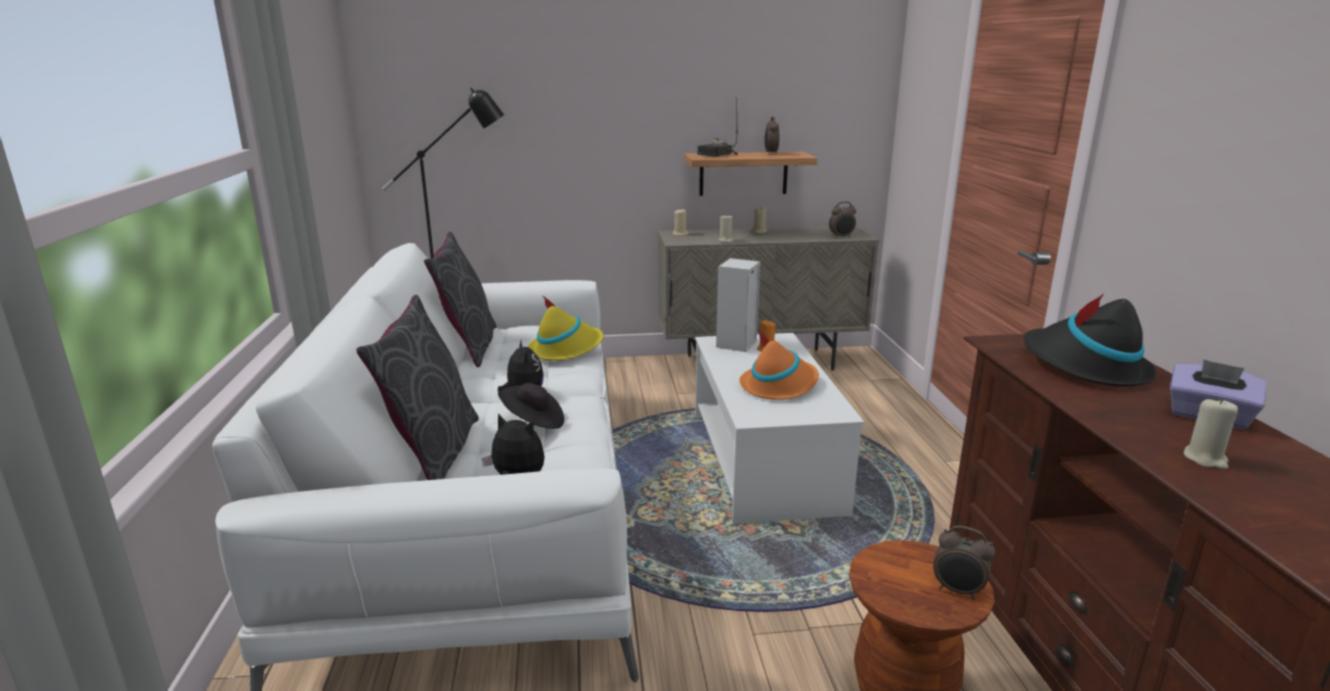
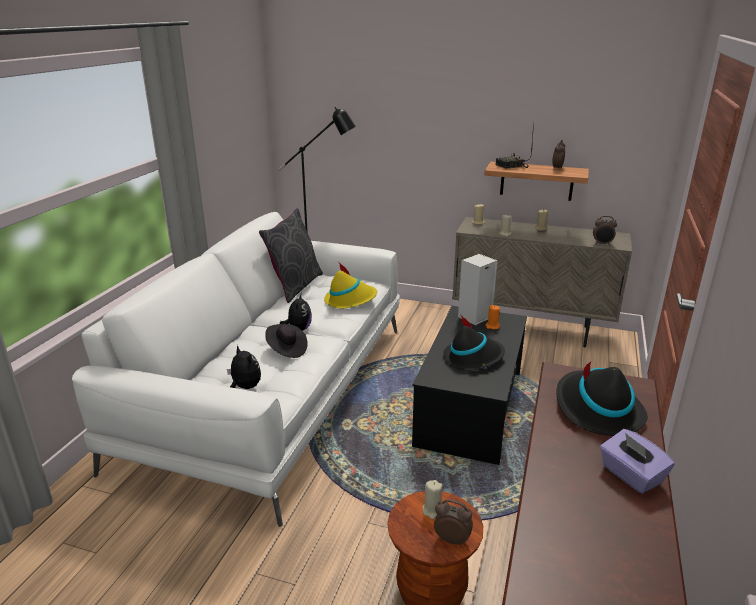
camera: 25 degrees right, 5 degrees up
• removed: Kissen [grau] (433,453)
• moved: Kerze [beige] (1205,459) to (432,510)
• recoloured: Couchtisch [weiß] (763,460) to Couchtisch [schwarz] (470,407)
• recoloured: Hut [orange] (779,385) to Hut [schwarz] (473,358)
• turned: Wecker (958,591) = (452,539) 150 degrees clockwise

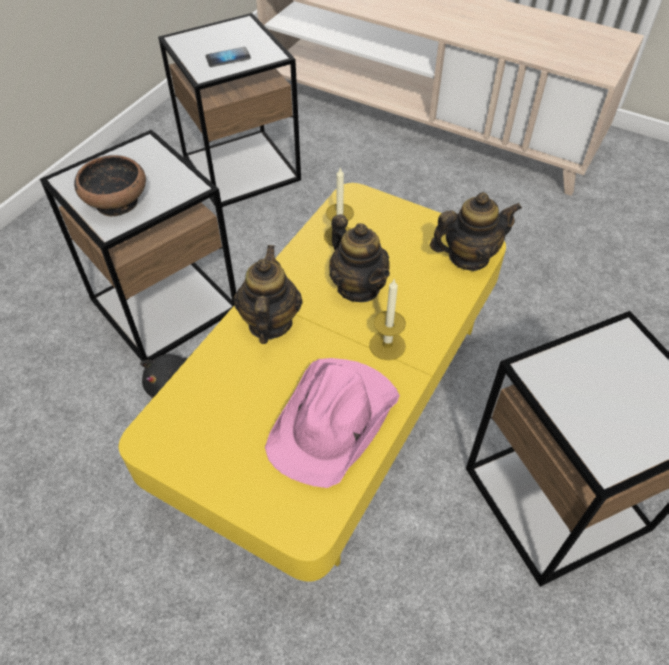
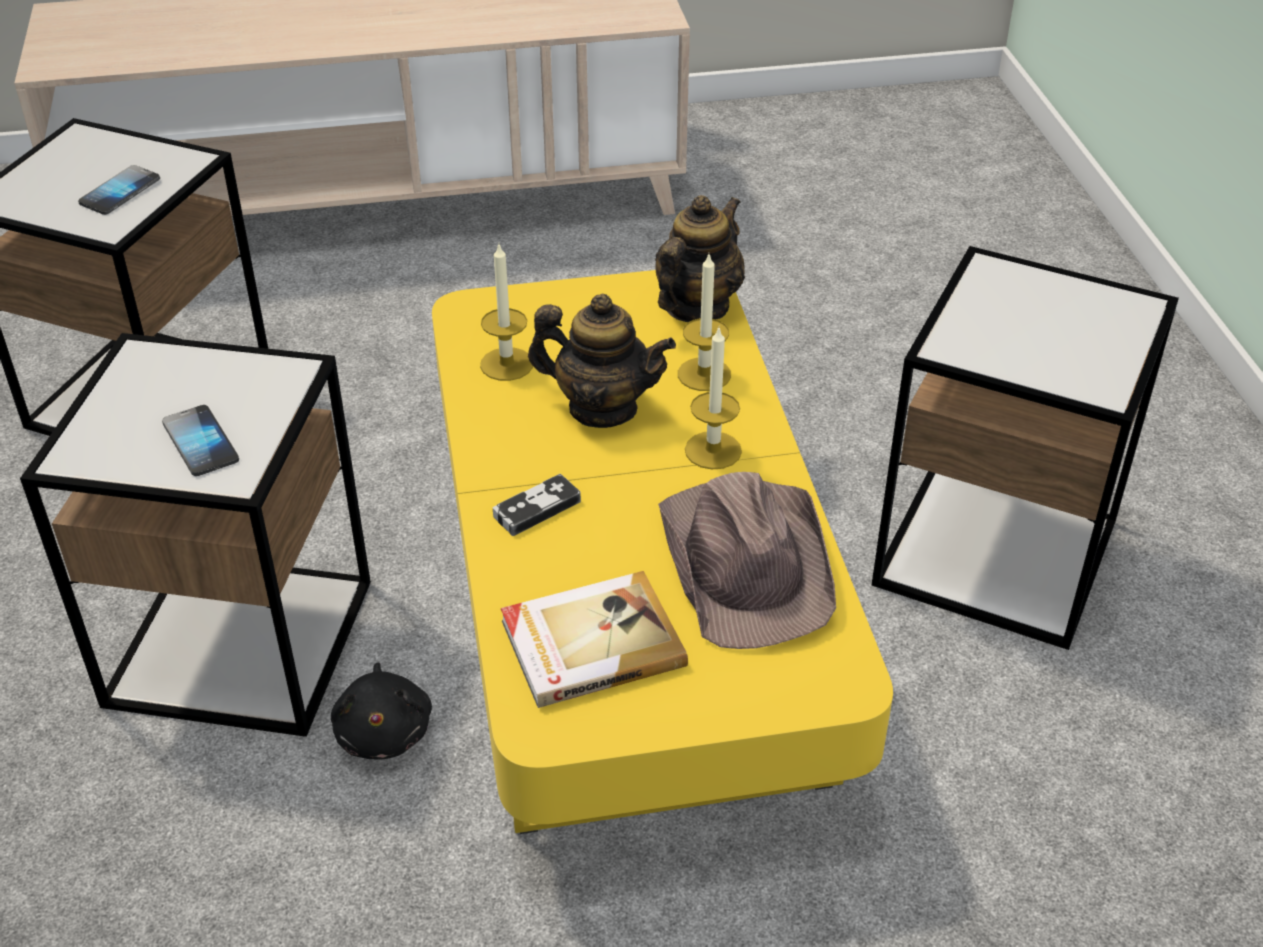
camera: 40 degrees left, 10 degrees down
• added: Buch (590,643)
• added: Kerze (704,374)
• replaced: Schüssel (117,202) to Handy (201,442)
• replaced: Teekanne (269,323) to Gamepad (537,509)
• recoloured: Hut [rosa] (334,421) to Hut [braun] (747,562)

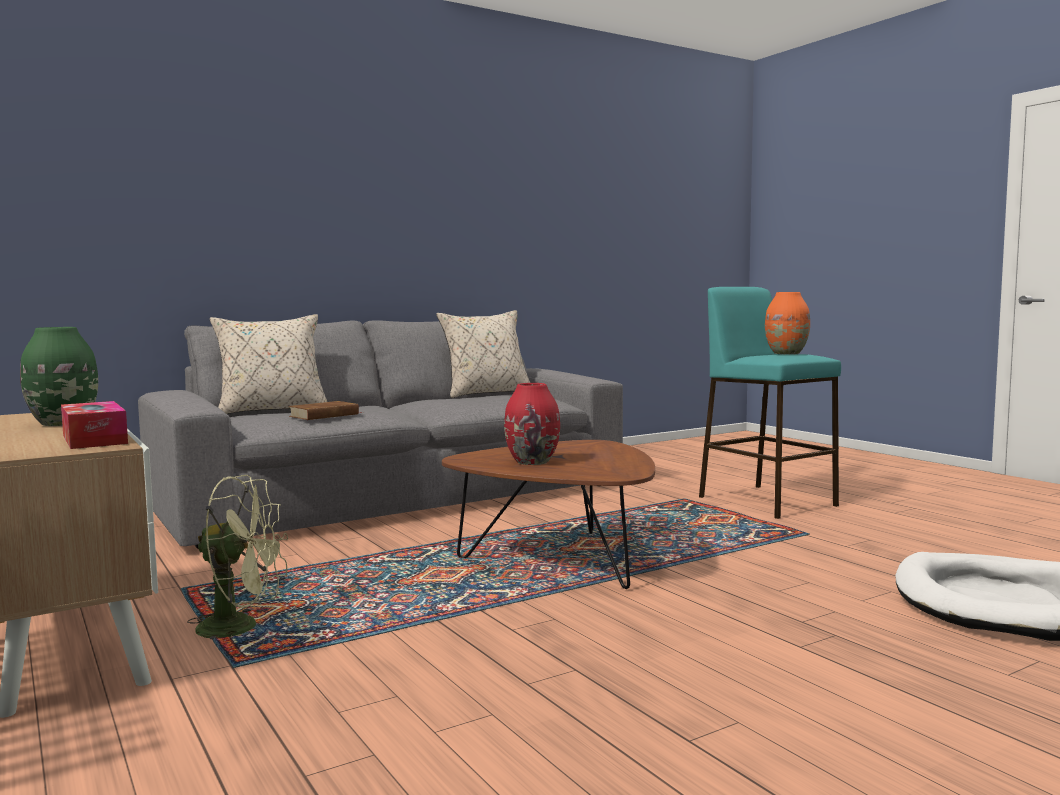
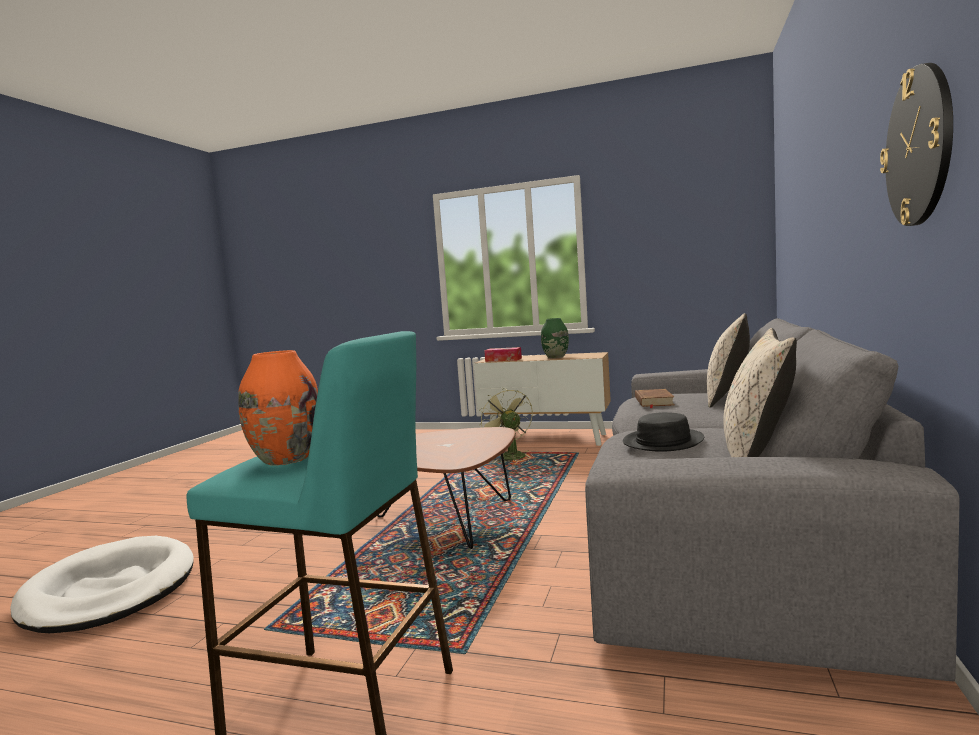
camera: 140 degrees right, 0 degrees up
• removed: Vase [rot] (532,462)
• added: Hut [schwarz] (663,441)
• added: Wanduhr (919,147)
• turned: Ventilator [grün] (241,627) = (509,455) 105 degrees clockwise

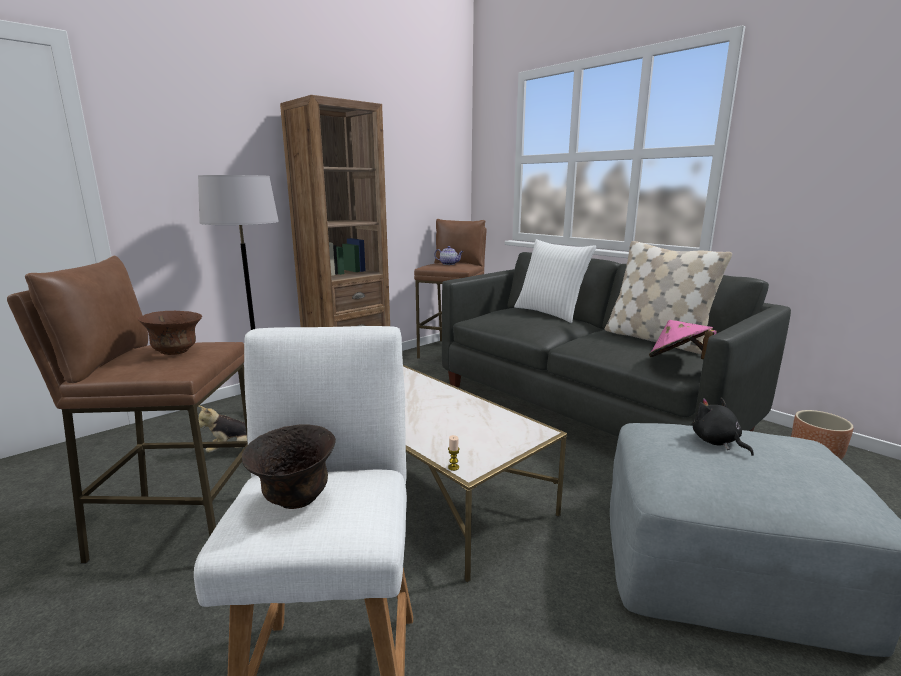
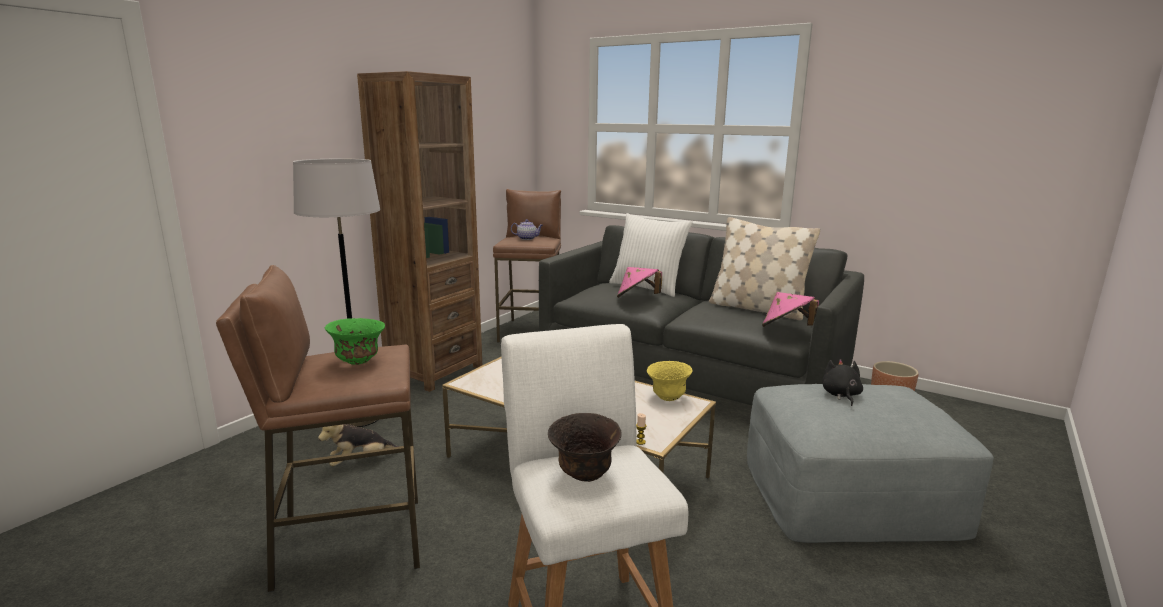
camera: 15 degrees left, 0 degrees up
• added: Hut [rosa] (637,298)
• added: Schüssel [gelb] (668,397)
• recoloured: Schüssel [braun] (176,352) to Schüssel [grün] (358,361)
• turned: Plüschtier [schwarz] (717,442) = (840,395) 45 degrees clockwise

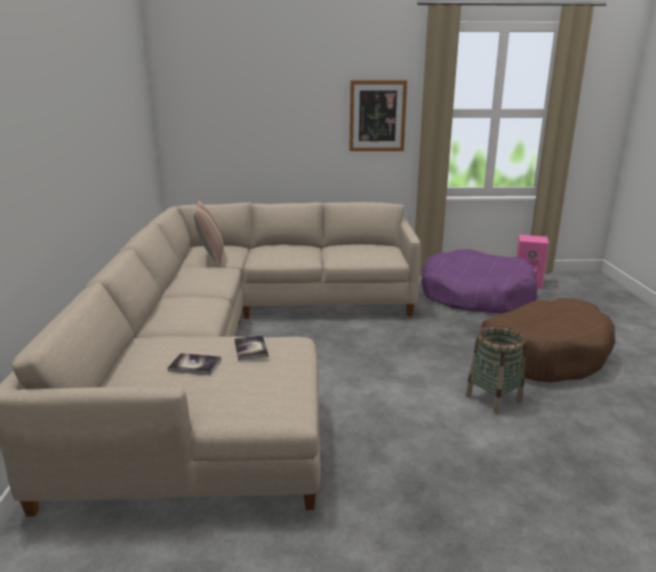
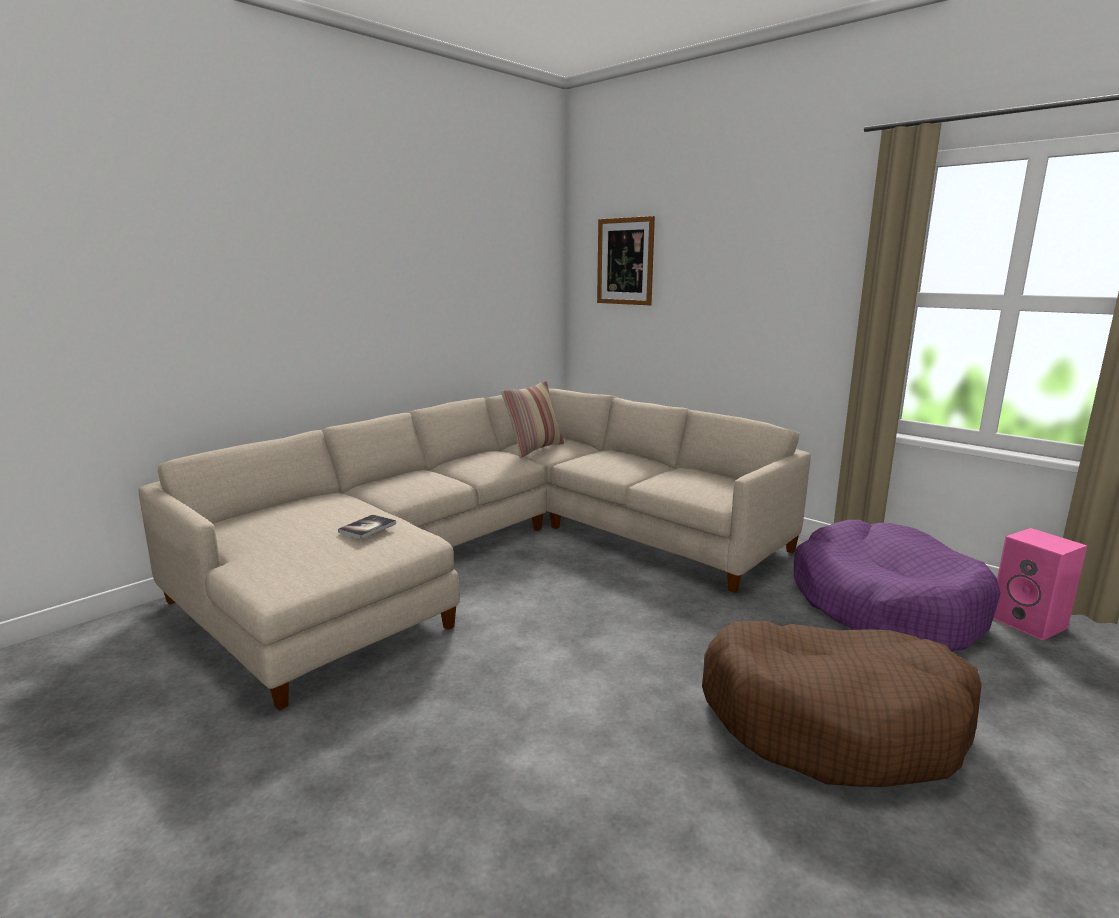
camera: 45 degrees right, 5 degrees down
• removed: Buch (195,365)
• removed: Korb (493,398)
• moved: Bild (377,116) to (625,261)

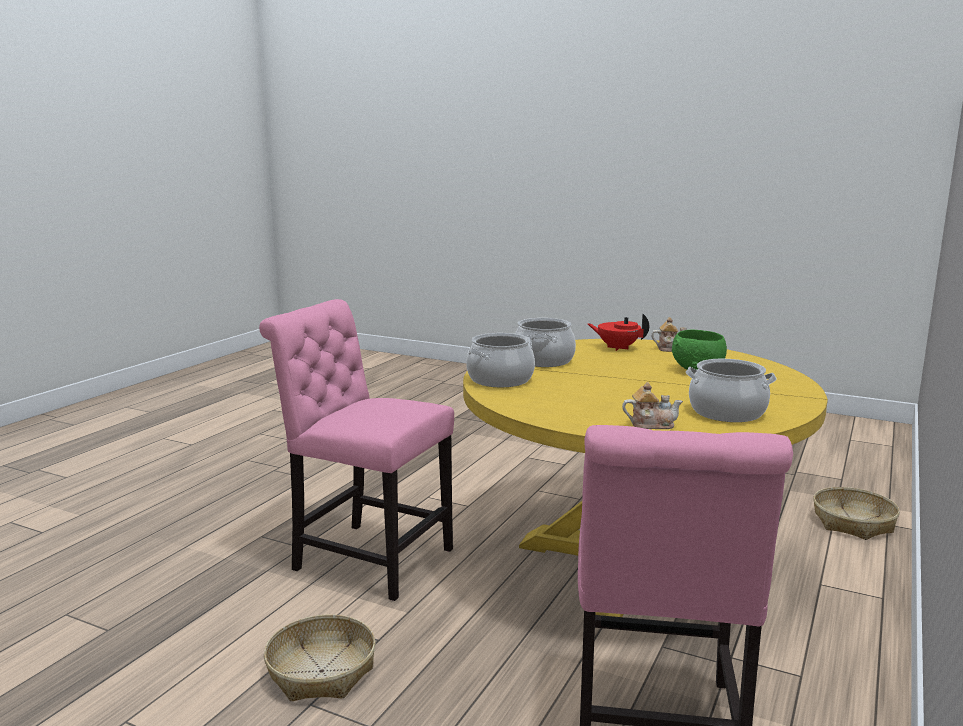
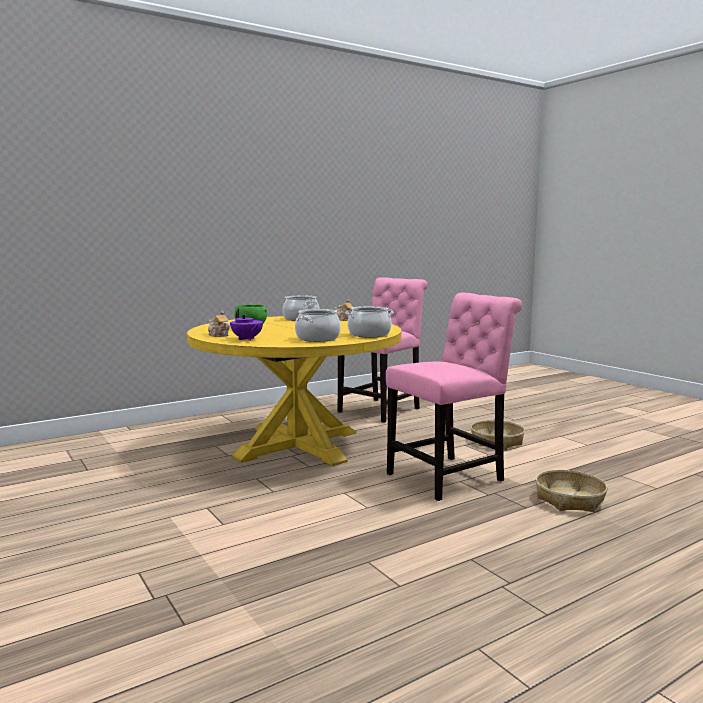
camera: 150 degrees left, 5 degrees down
• moved: Korb (852,523) to (570,500)
• recoloured: Teekanne [rot] (617,348) to Teekanne [lila] (247,339)
• turned: Stuhl [rosa] (366,558) = (450,476) 90 degrees counterclockwise

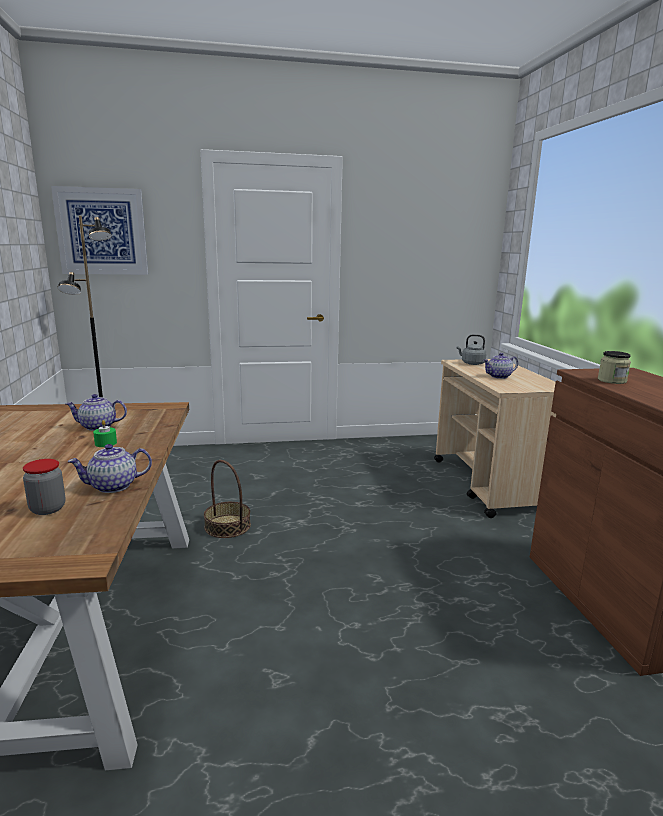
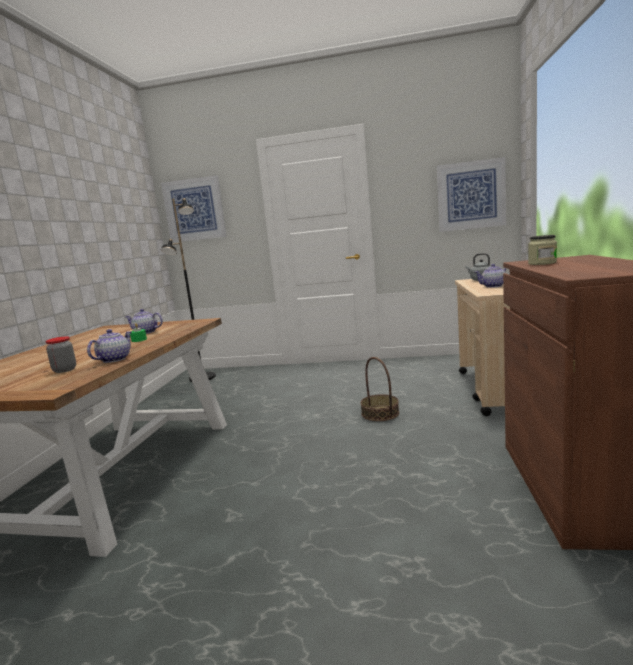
camera: 20 degrees right, 5 degrees down
• added: Bild (471,195)
• moved: Korb (228,526) to (380,413)
• turned: Teekanne (113,486) = (114,359) 120 degrees clockwise

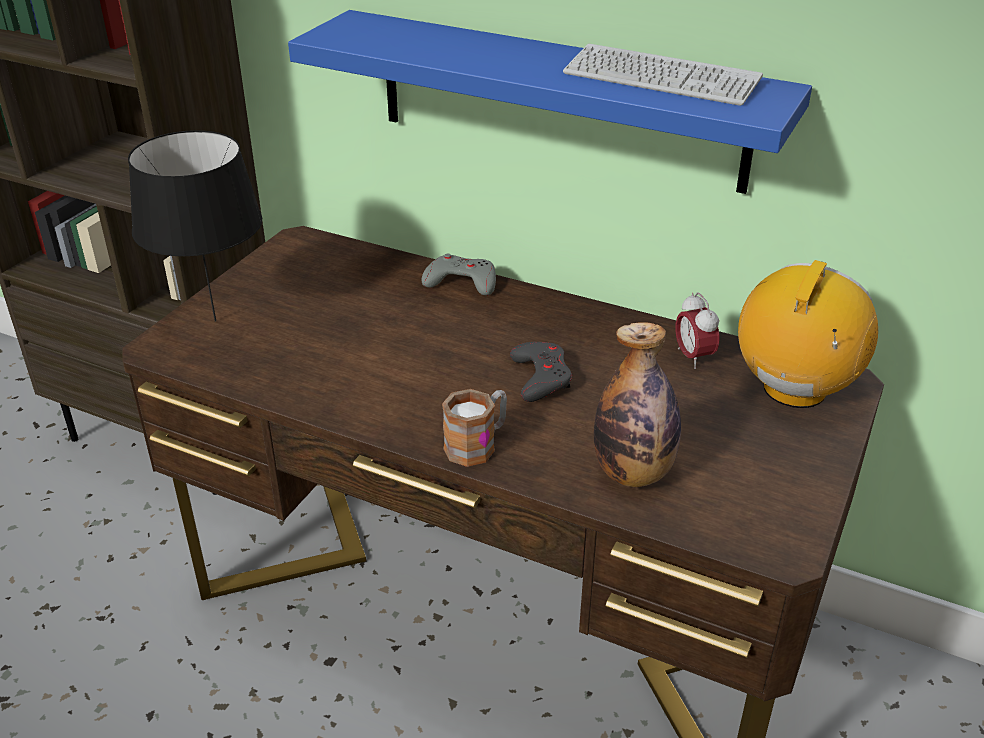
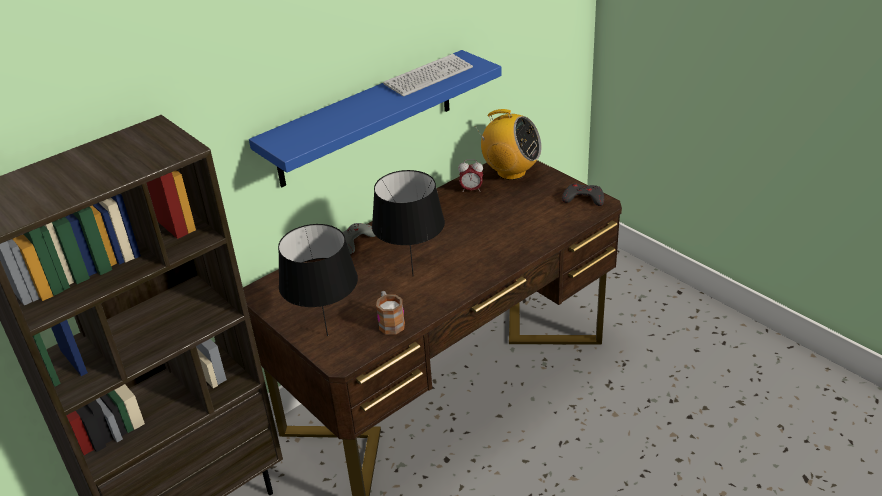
camera: 65 degrees left, 0 degrees up
• removed: Flasche (633,473)
• added: Tischlampe [schwarz] (412,276)
• moved: Henkelbecher (477,444) to (390,322)
• moved: Gamepad [grau] (541,377) to (583,198)
• turned: Radio (794,390) = (510,172) 150 degrees clockwise

